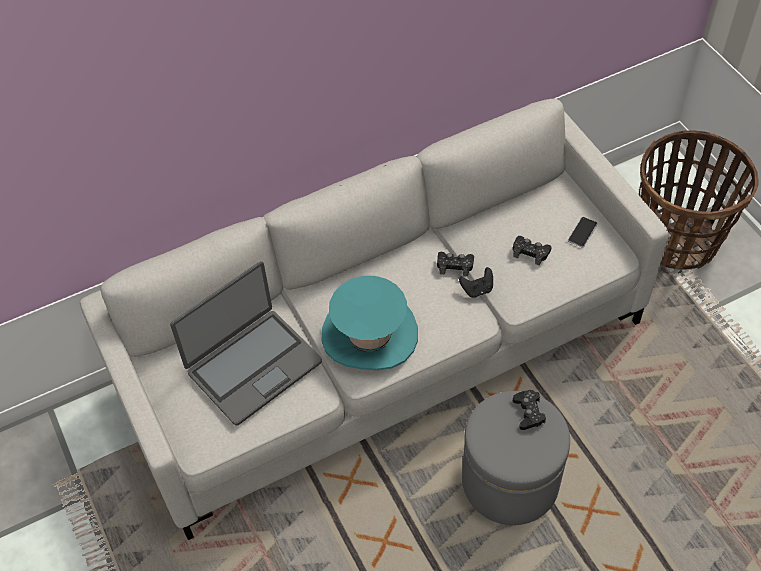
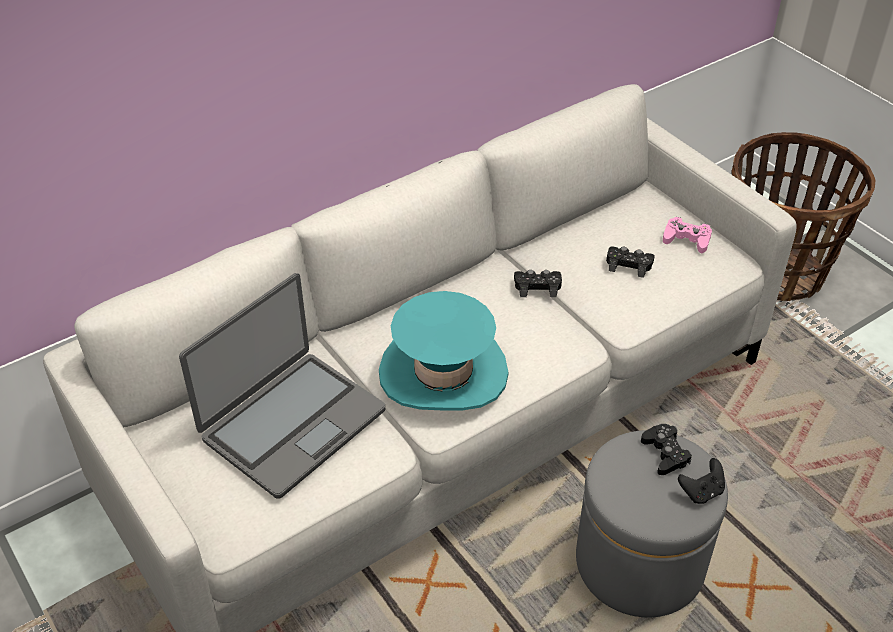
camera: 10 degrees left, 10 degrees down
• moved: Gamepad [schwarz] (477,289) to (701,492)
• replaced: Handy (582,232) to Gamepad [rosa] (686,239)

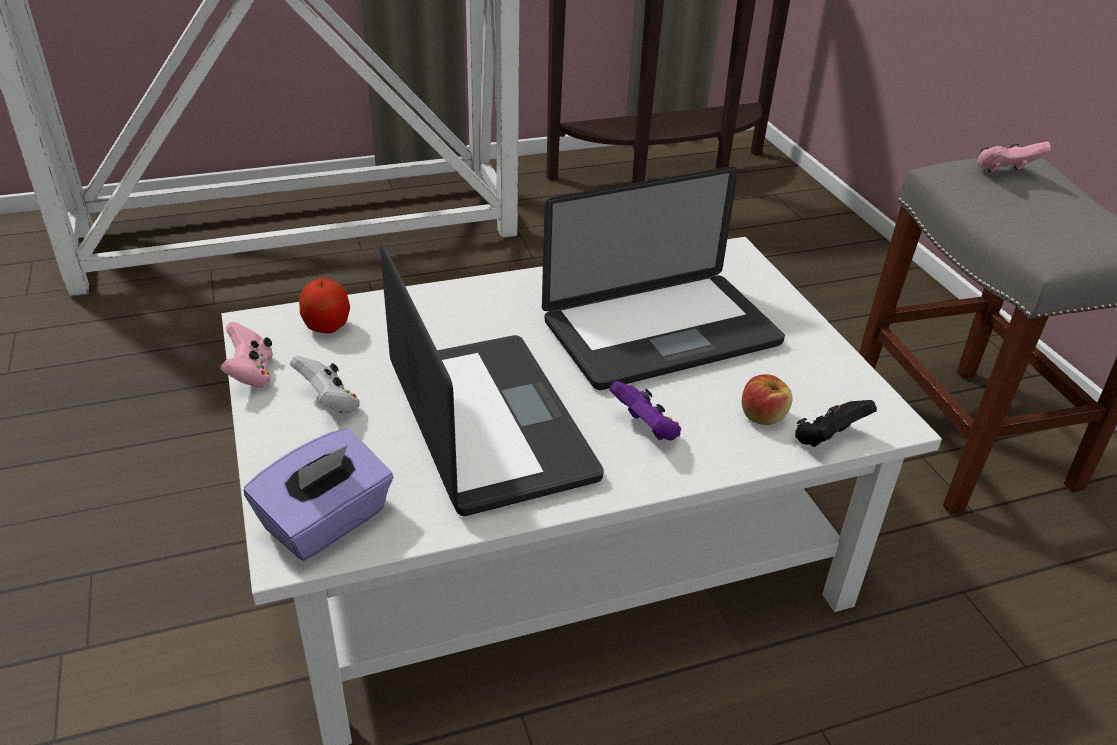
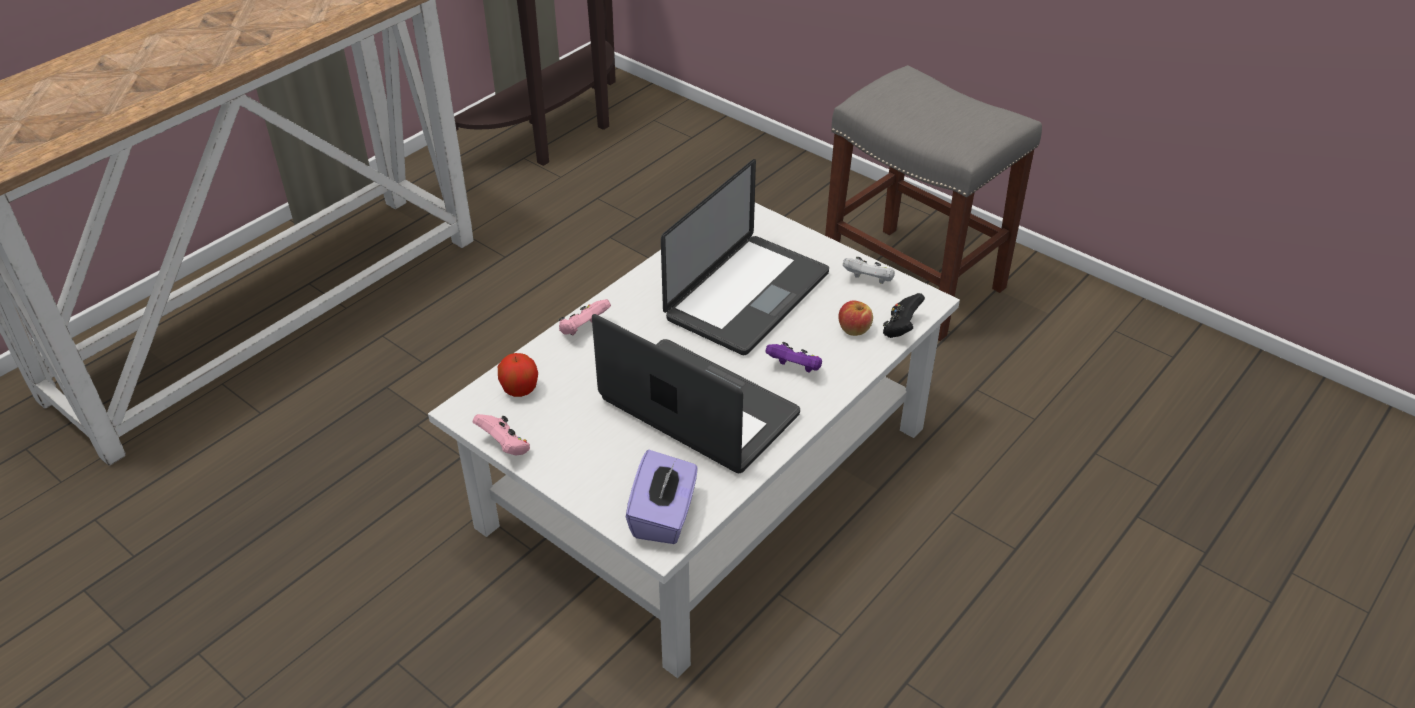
camera: 30 degrees left, 5 degrees up
• moved: Gamepad [weiß] (329,403) to (868,281)
• moved: Gamepad [rosa] (1005,171) to (583,329)

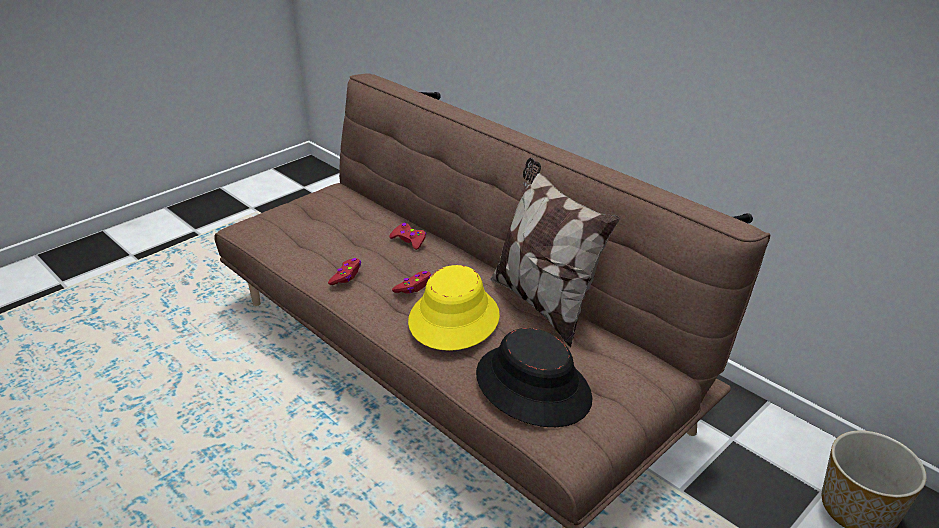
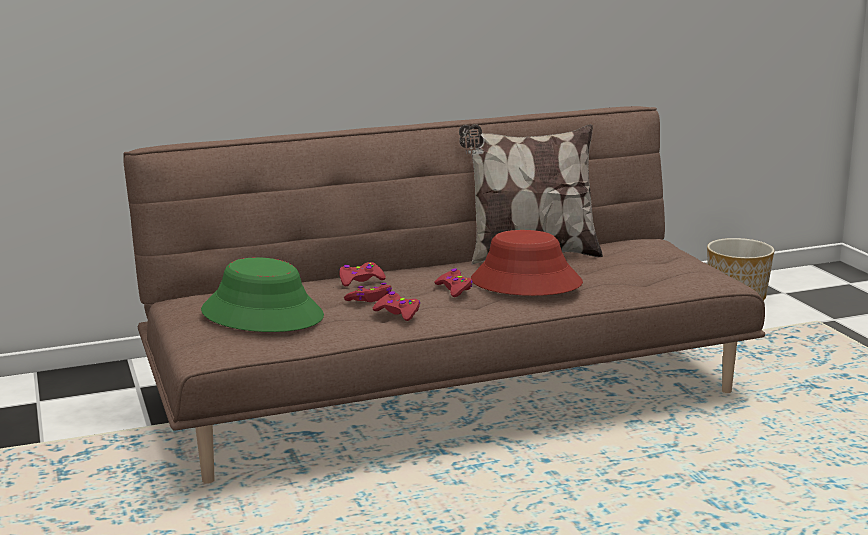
camera: 65 degrees left, 15 degrees down
• removed: Hut [schwarz] (533,386)
• added: Hut [grün] (263,314)
• added: Gamepad [rot] (370,299)
• recoloured: Hut [gelb] (453,318) to Hut [rot] (525,282)

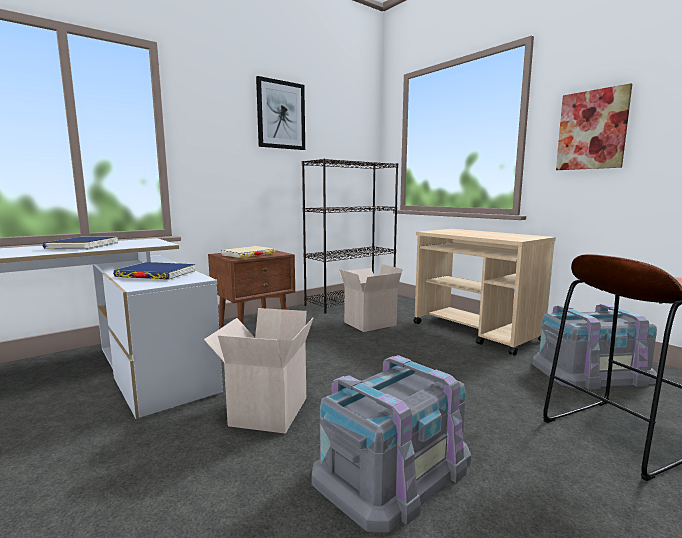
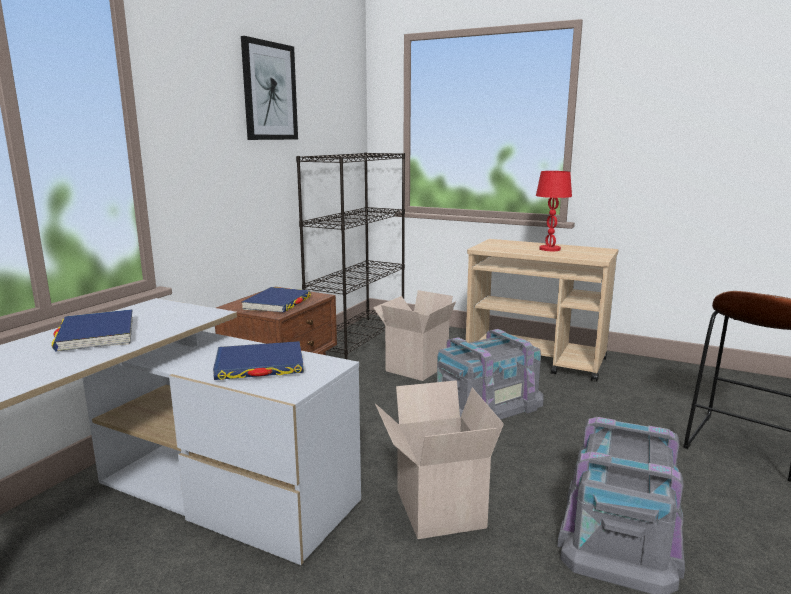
camera: 25 degrees left, 5 degrees up
• removed: Bild (592,130)
• added: Tischlampe [rot] (549,249)
• moved: Aufbewahrungsbox [grau] (591,371) to (486,403)
• recoloured: Buch [beige] (248,254) to Buch [blau] (277,303)

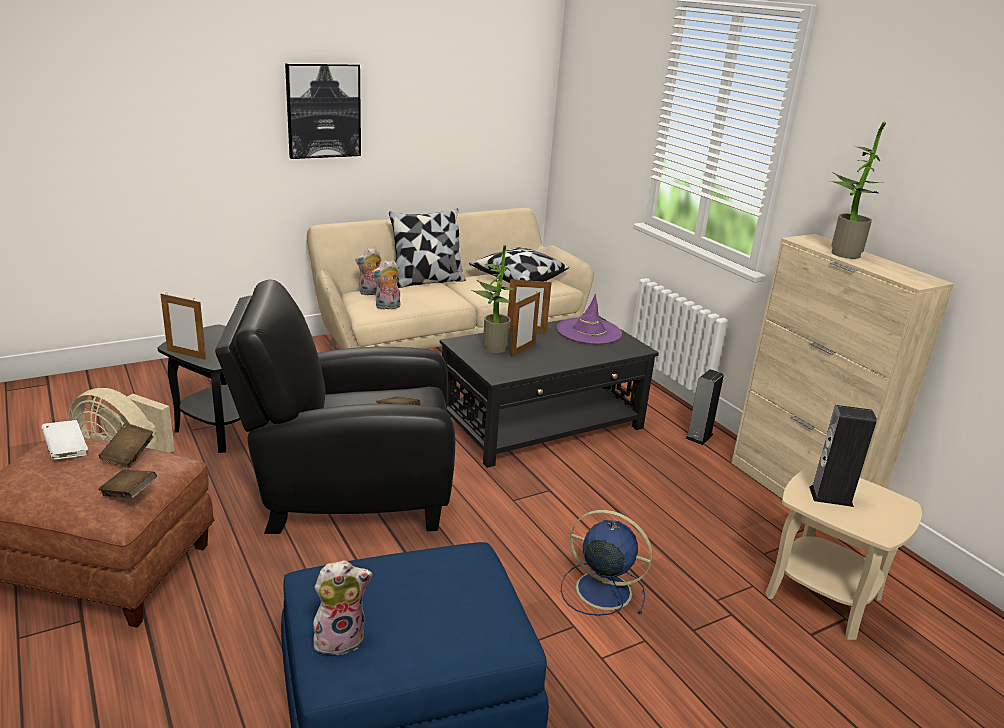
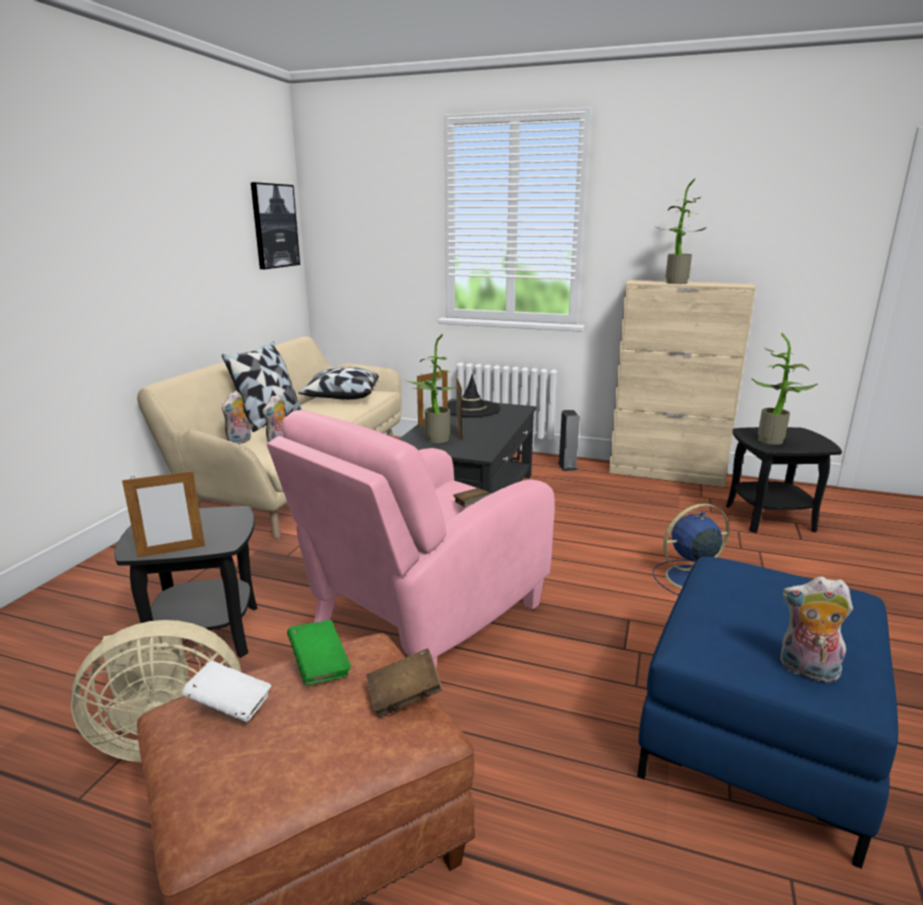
camera: 40 degrees left, 5 degrees down
• moved: Bild (323,110) to (274,226)
• replaced: Lautsprecher (831,496) to Topfpflanze (773,440)
• recoloured: Buch [braun] (128,455) to Buch [grün] (320,665)
• recoloured: Sessel [schwarz] (348,491) to Sessel [rosa] (422,618)
• recoloured: Hut [lila] (589,331) to Hut [schwarz] (471,409)
• recoloured: Beistelltisch [beige] (822,597) to Beistelltisch [schwarz] (769,518)
• turned: Plüschtier (340,638) = (806,670) 90 degrees counterclockwise

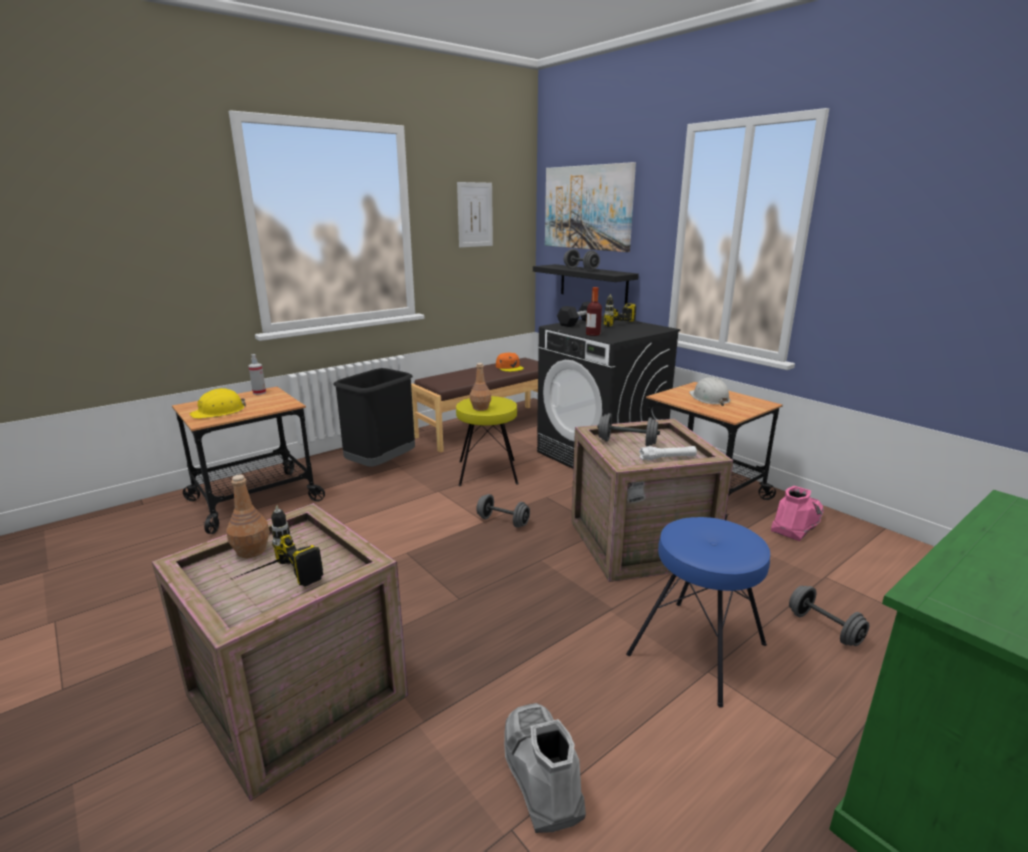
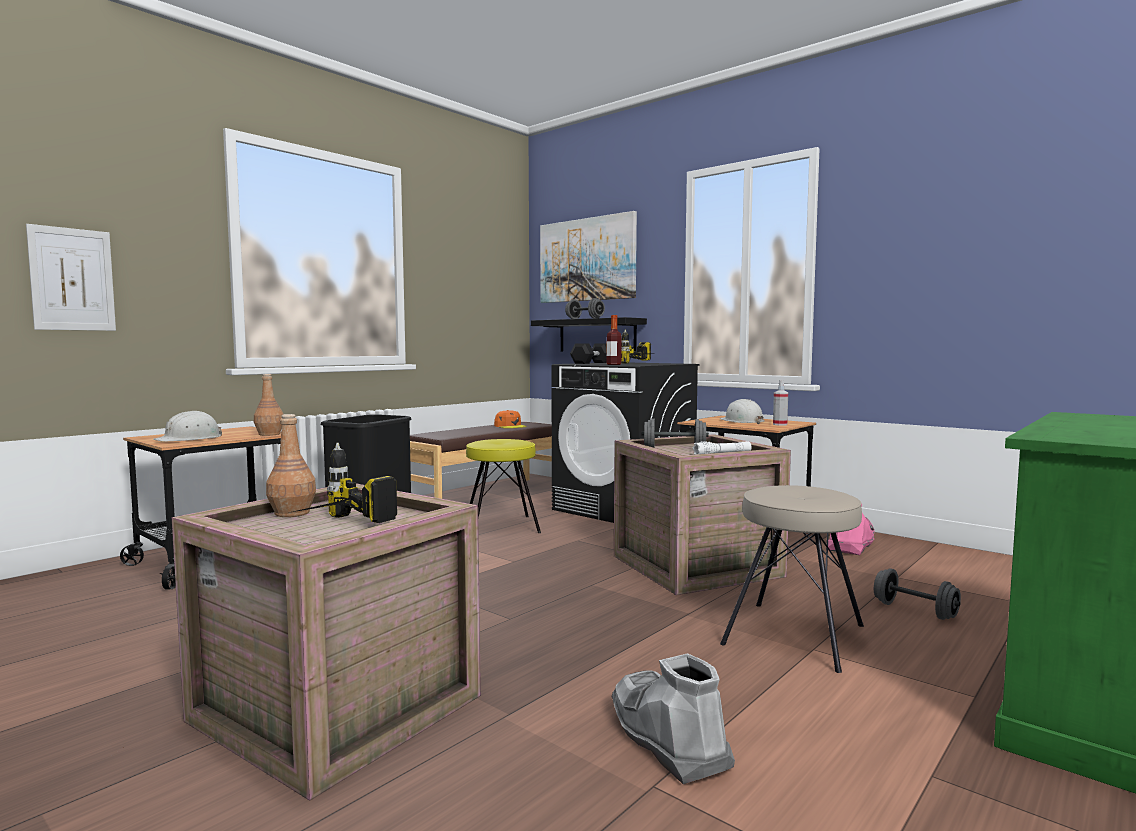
camera: 10 degrees left, 15 degrees down
• removed: Hantel [grau] (503,521)
• moved: Sprühflasche (259,393) to (780,424)
• moved: Bild (475,215) to (72,279)
• moved: Flasche [braun] (480,408) to (269,434)
• recoloured: Schutzhelm [gelb] (219,412) to Schutzhelm [weiß] (190,439)
• recoloured: Hocker [blau] (698,650) to Hocker [beige] (795,635)

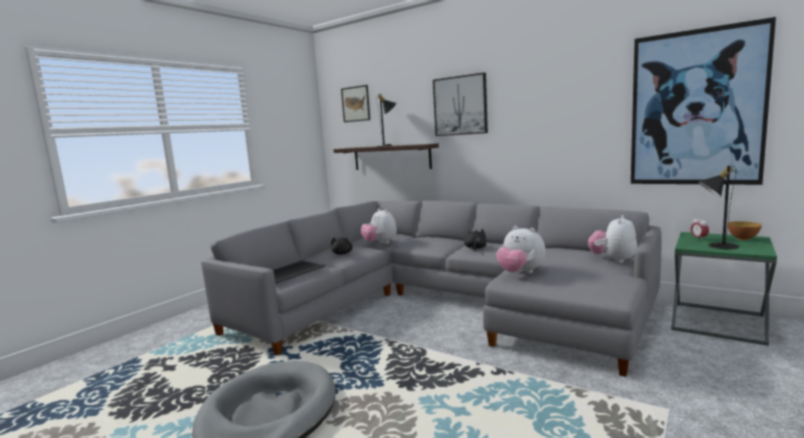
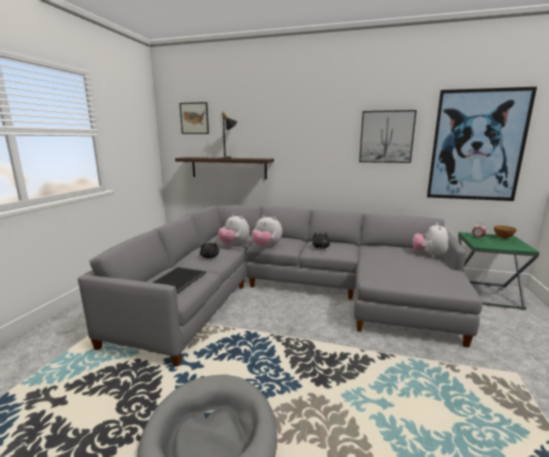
camera: 20 degrees left, 5 degrees up
• removed: Tischlampe [schwarz] (716,245)
• moved: Bild (460,105) to (386,137)
• moved: Plüschtier (520,273) to (266,246)

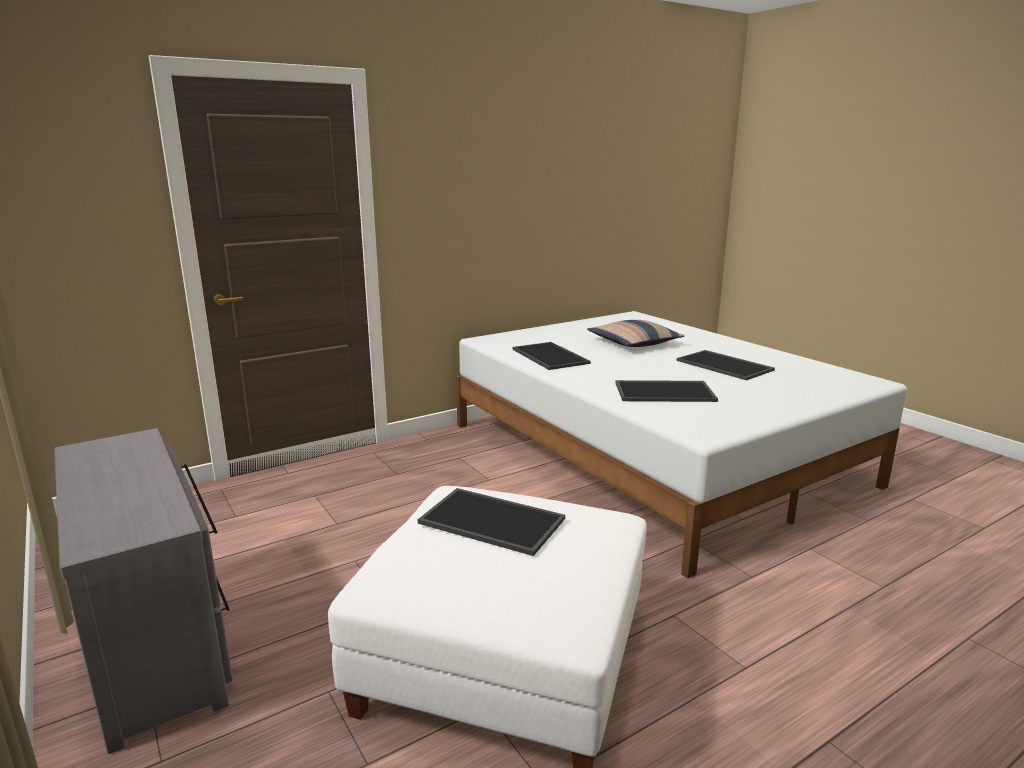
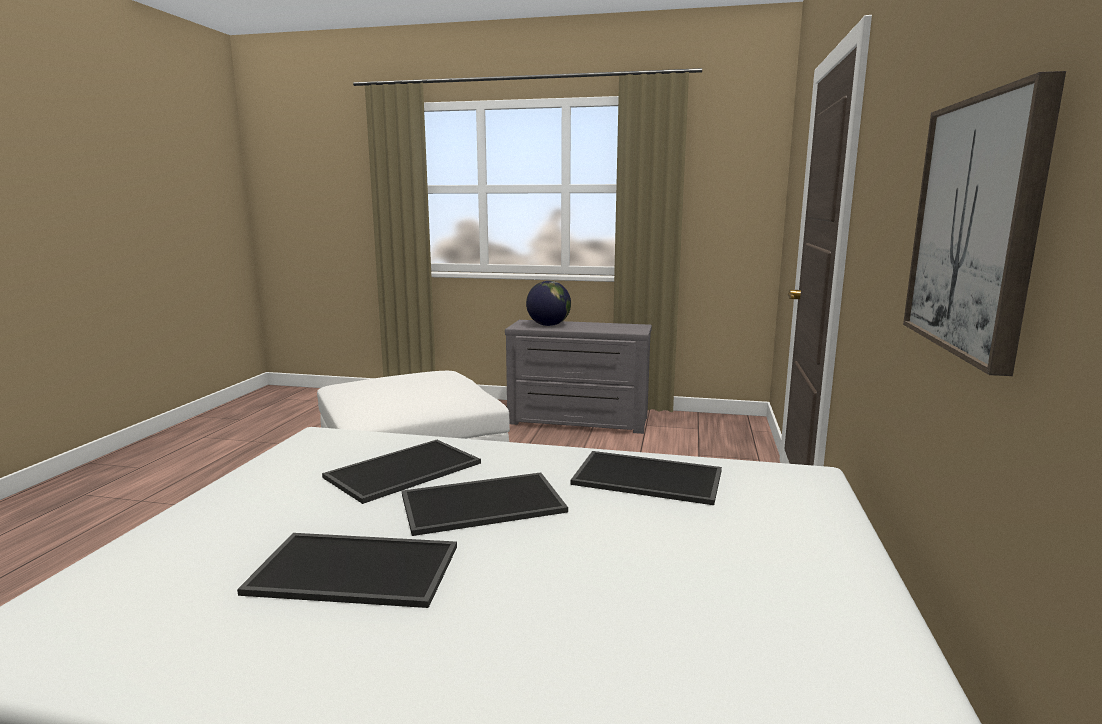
camera: 135 degrees right, 5 degrees down
• removed: Kissen (634,343)
• added: Globus (548,325)
• added: Bild (976,226)
• moved: Tablett (489,521) to (483,502)

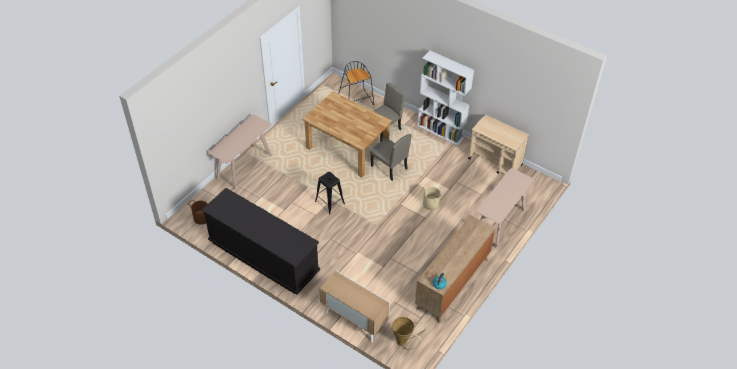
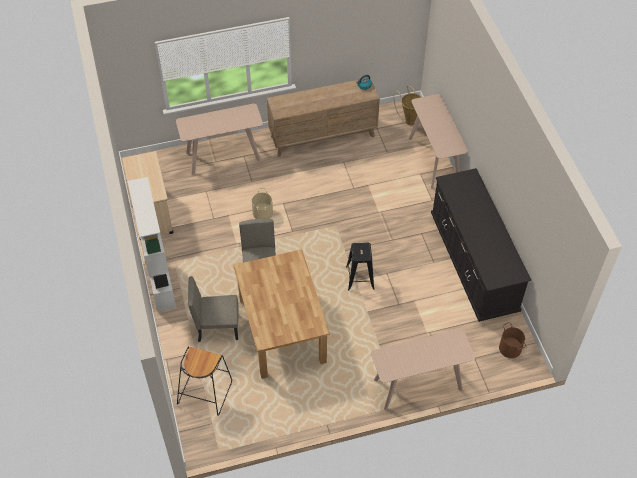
camera: 140 degrees left, 5 degrees up
• replaced: Schrank (354,319) to Konsolentisch [beige] (434,160)

